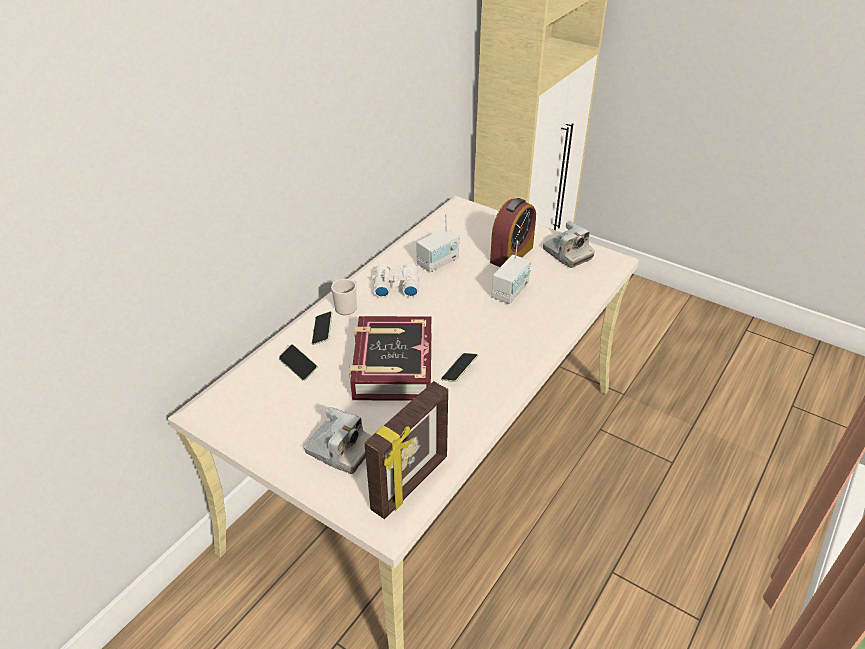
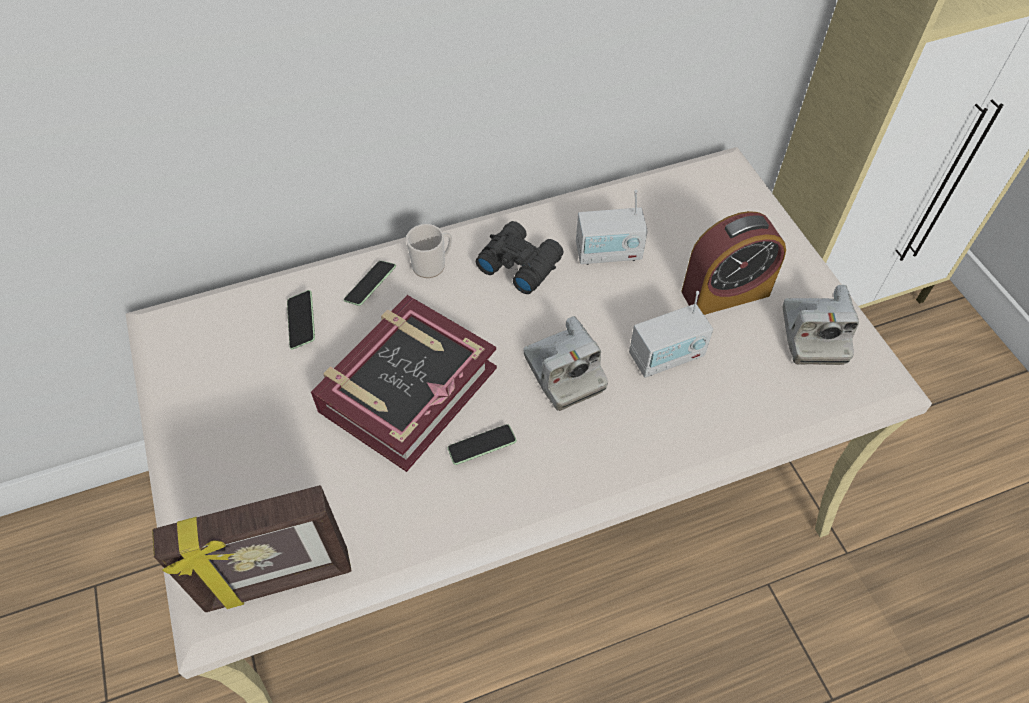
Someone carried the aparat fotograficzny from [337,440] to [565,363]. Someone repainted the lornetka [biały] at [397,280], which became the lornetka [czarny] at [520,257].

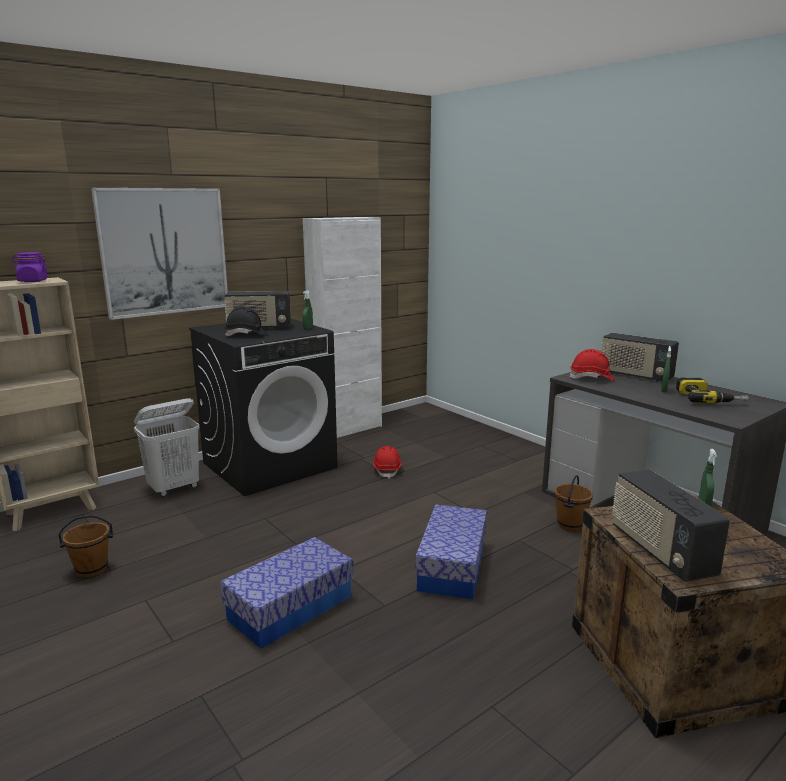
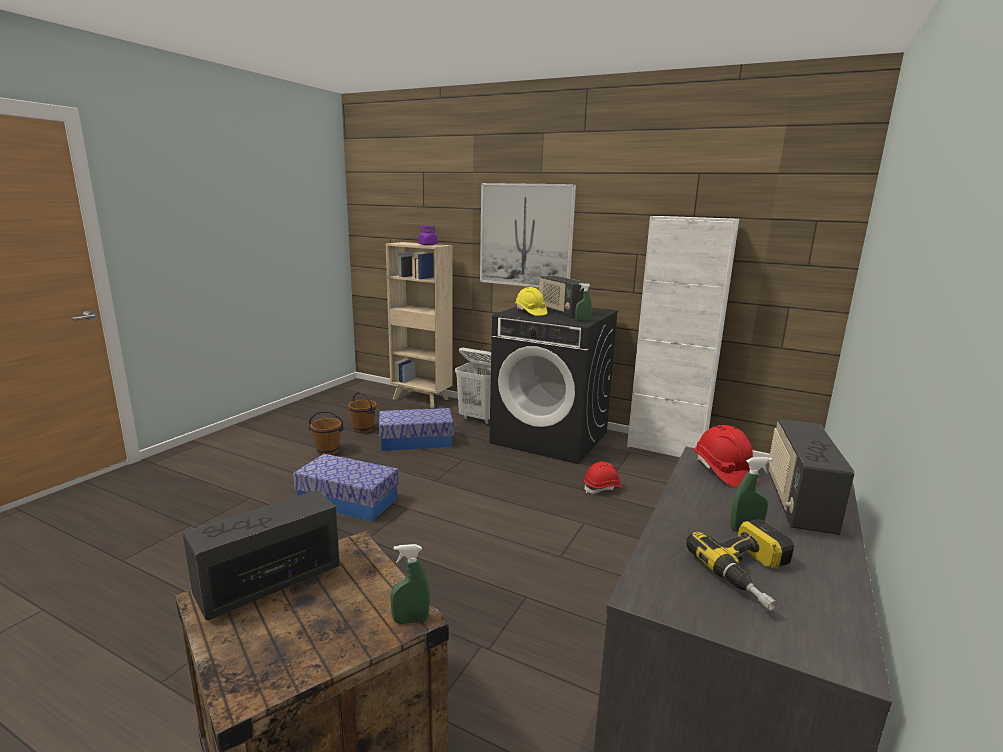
Someone repainted the kask [czarny] at [246,321], which became the kask [żółty] at [531,301]. Someone carried the pojemnik do przechowywania from [451,551] to [416,429]. Someone carried the wiadro [brązowy] from [573,503] to [326,433].

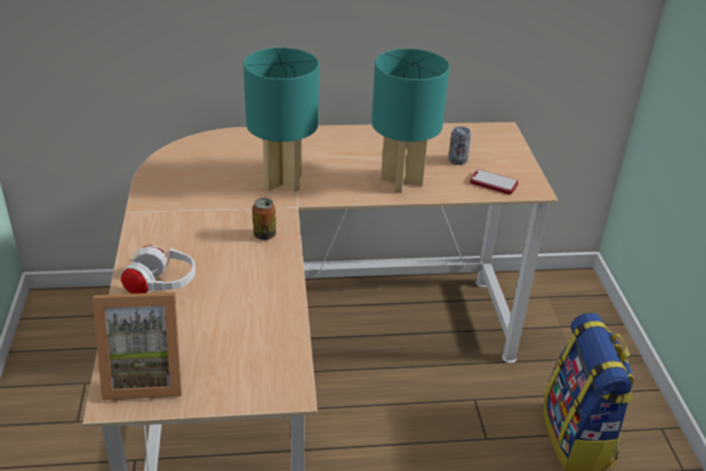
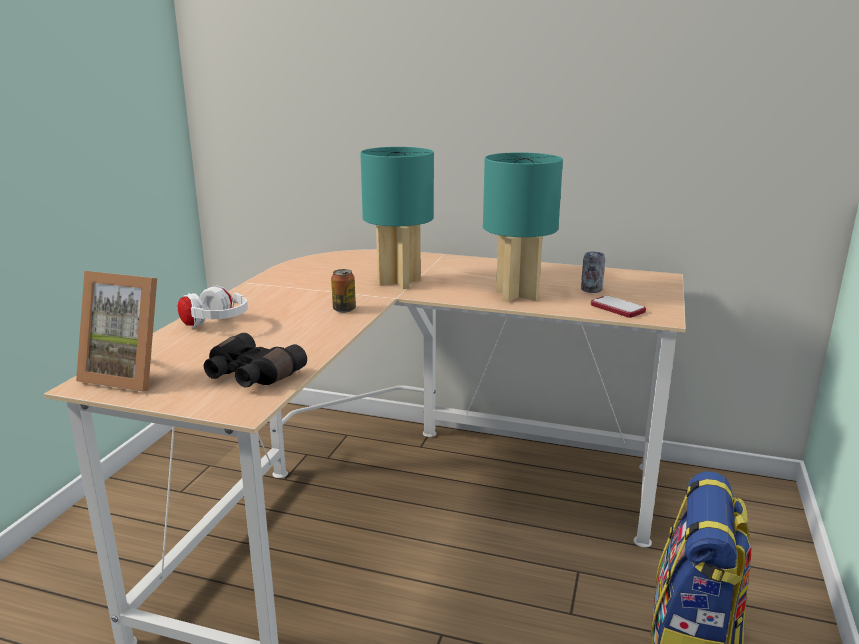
Someone put down the lornetka [czarny] at [255,360].

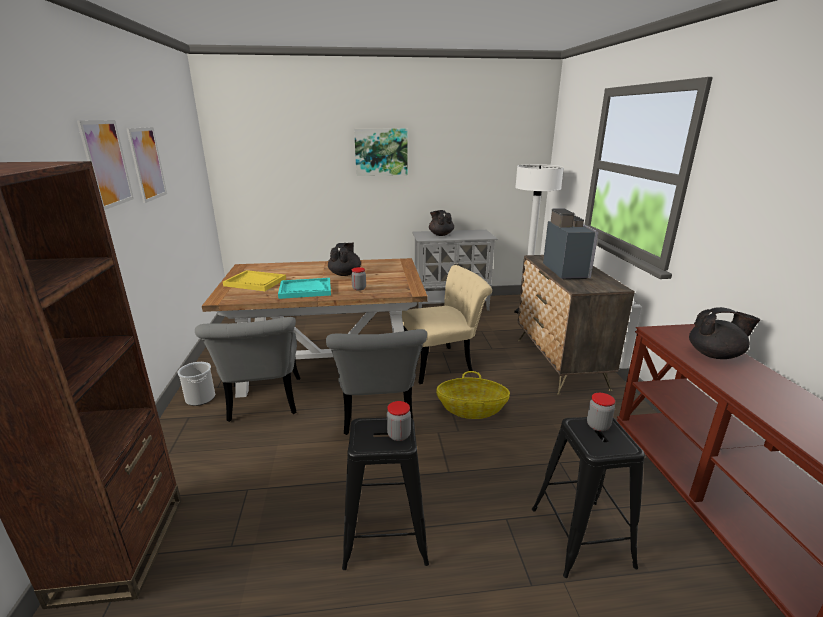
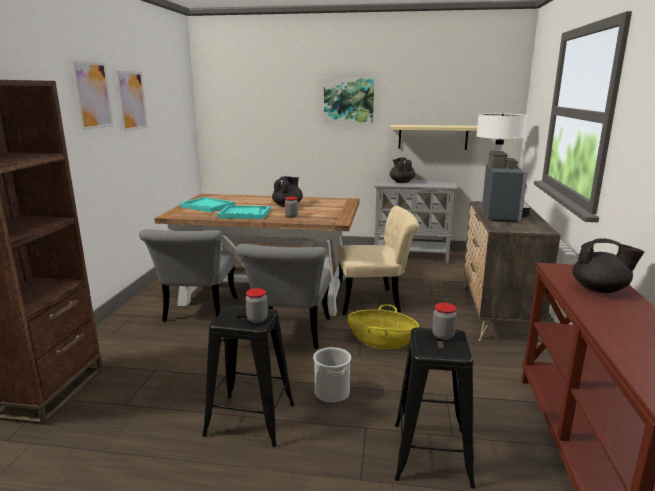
Someone carried the wiadro from [196,384] to [332,375]. Someone repainted the taca [żółty] at [254,280], which became the taca [turkusowy] at [207,205]. Someone put up the półka [beżowy] at [433,137].

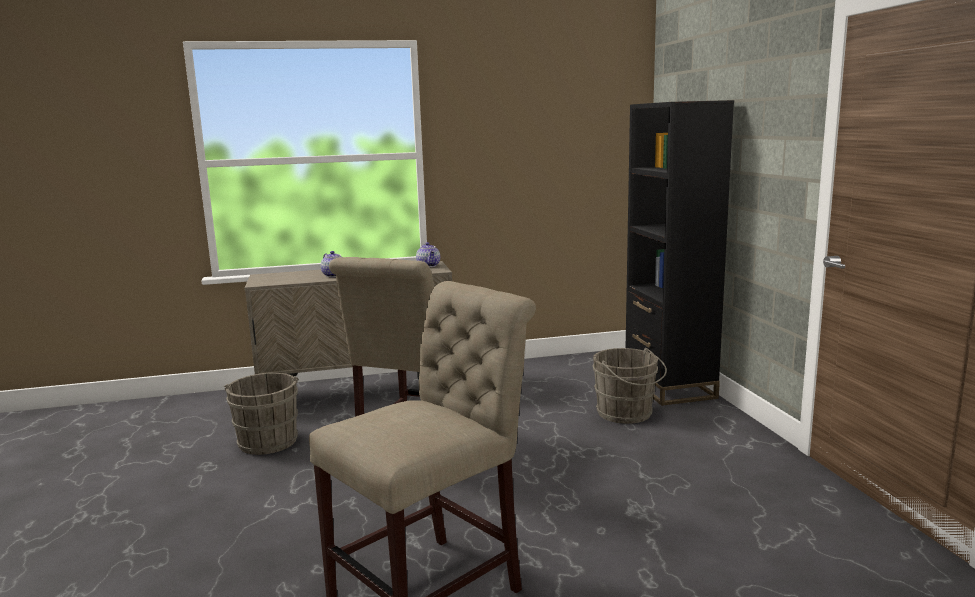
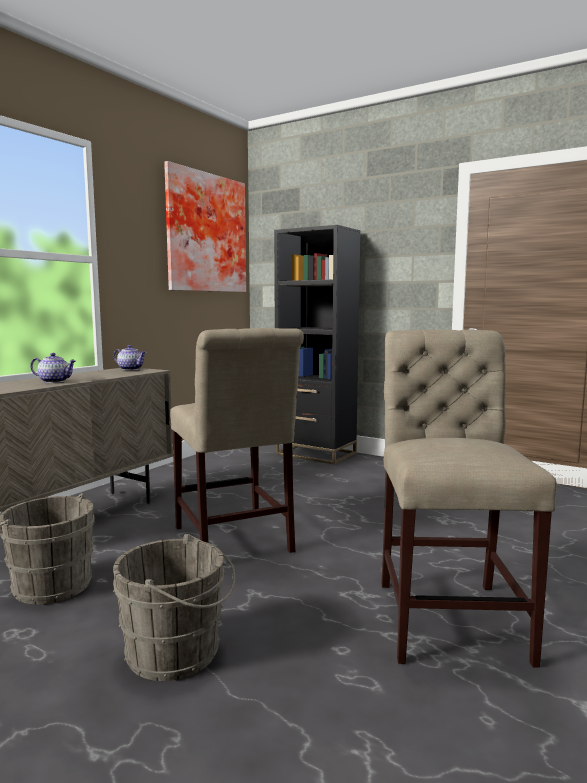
Someone carried the wiadro [szary] from [629,386] to [174,607]. Someone put up the obraz at [205,226].

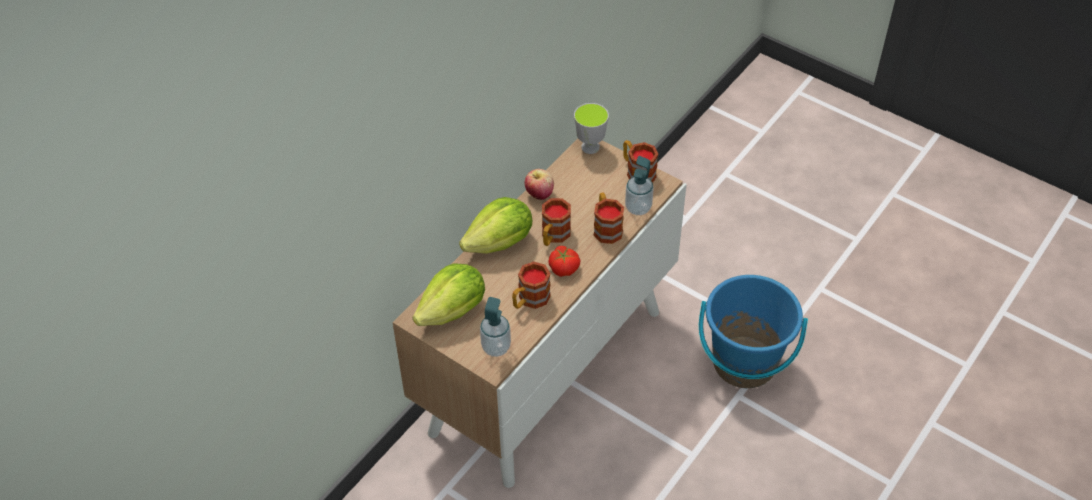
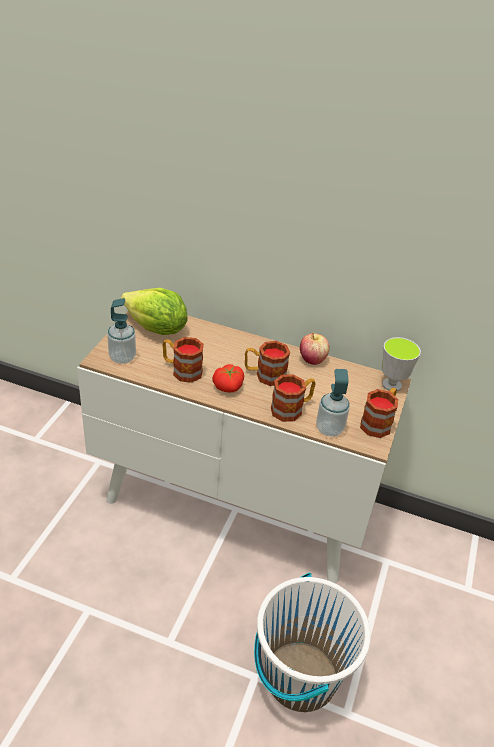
Someone took away the sałata at [495,225]. Someone repainted the wiadro [niebieski] at [753,331], which became the wiadro [biały] at [312,642].

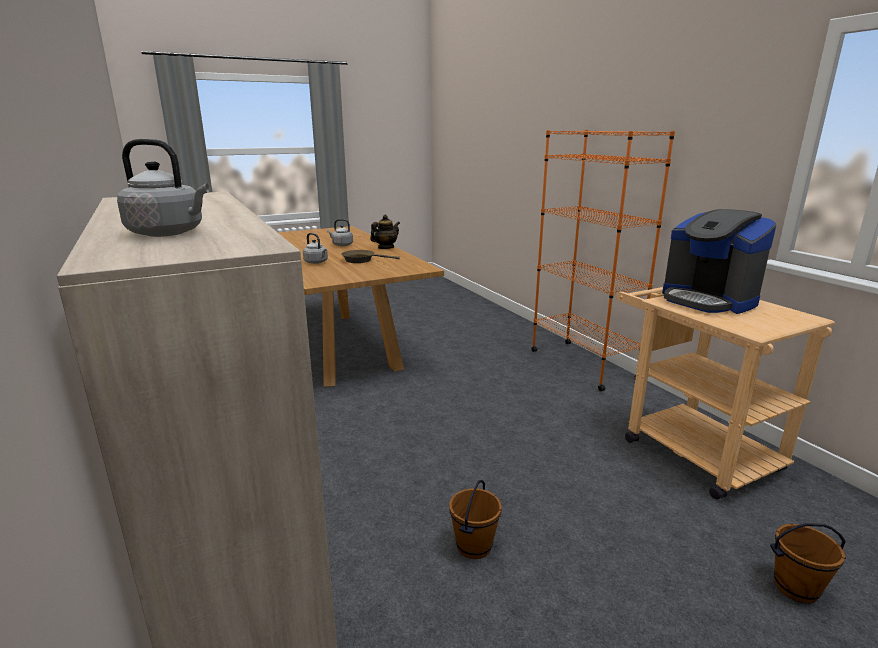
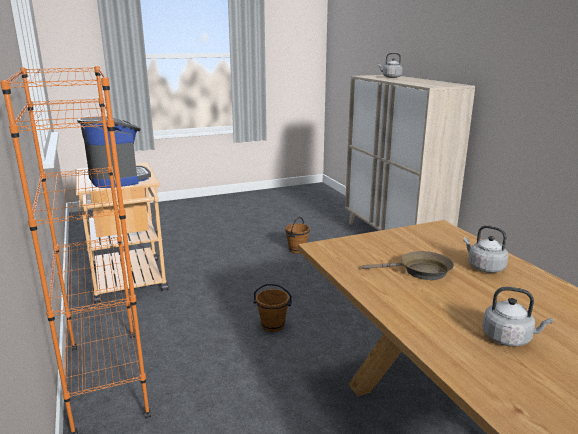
Someone took away the imbryk at [385,232]. Someone carried the wiadro [brązowy] from [808,563] to [273,308].

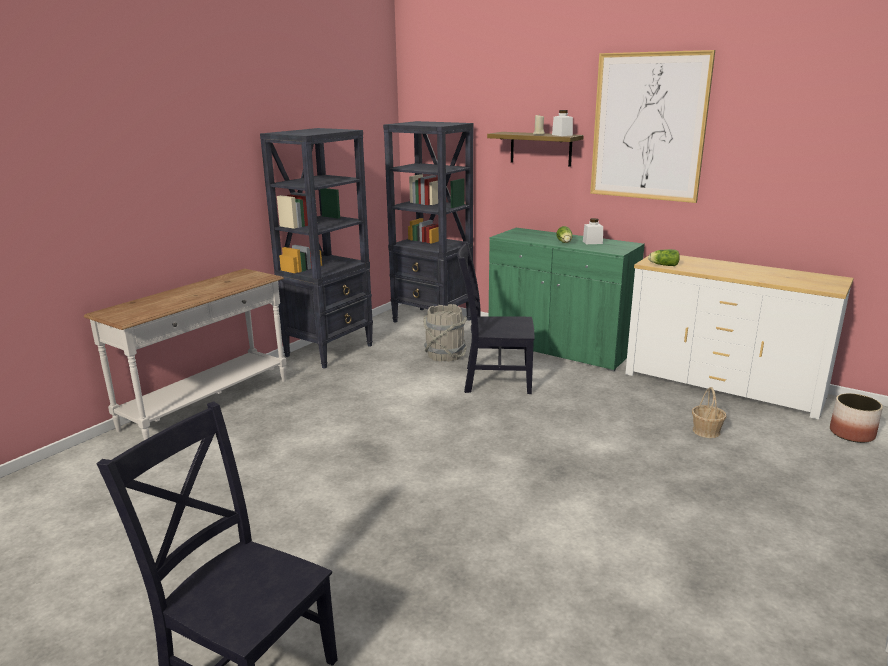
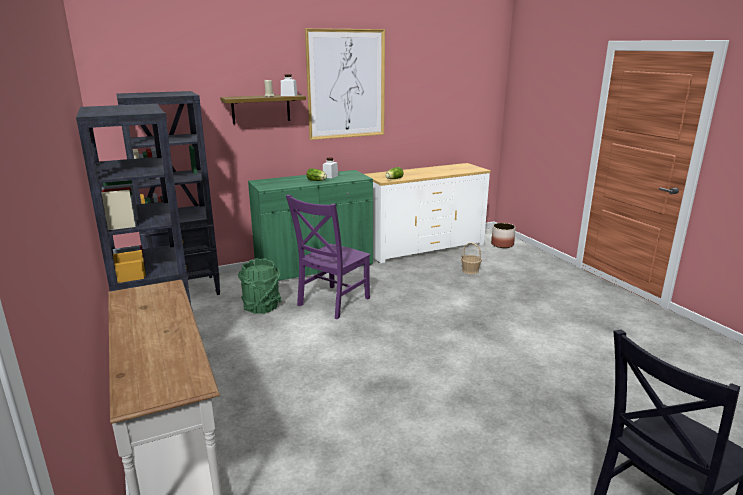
Someone repainted the wiadro [szary] at [445,333], which became the wiadro [zielony] at [259,286]. Someone repainted the krzesło [czarny] at [495,317], which became the krzesło [fioletowy] at [328,257].

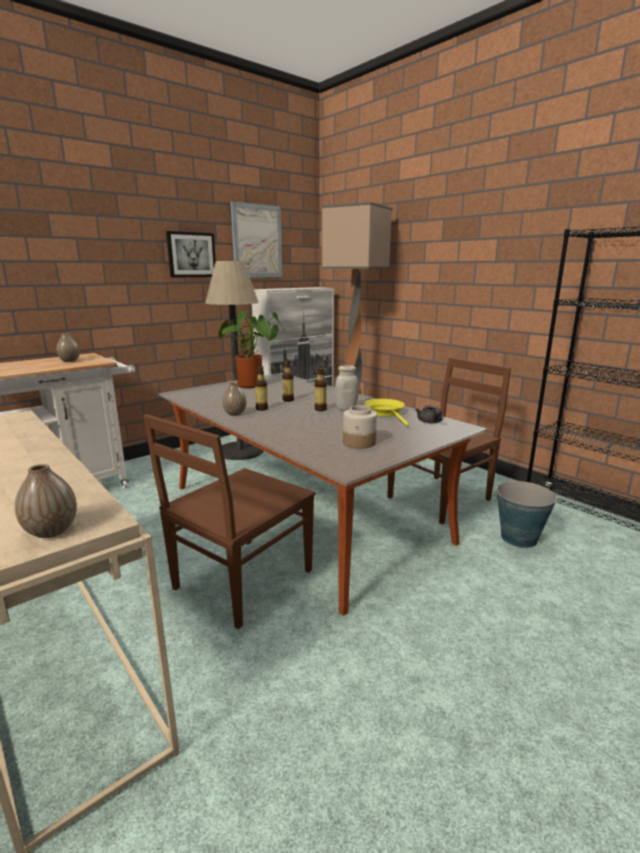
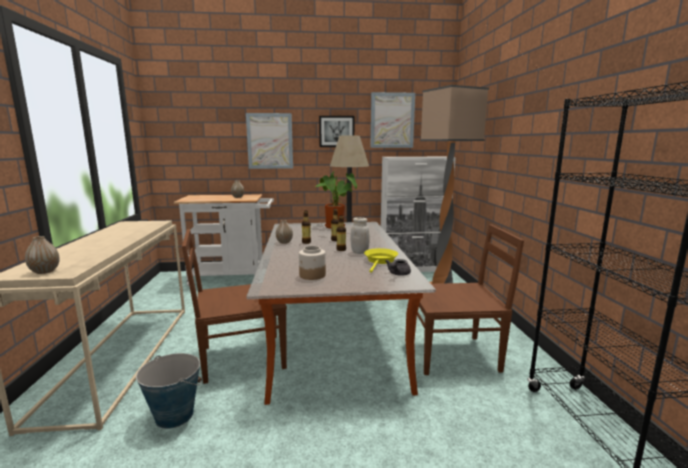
Someone carried the wiadro from [525,514] to [169,391]. Someone put up the obraz at [269,141].

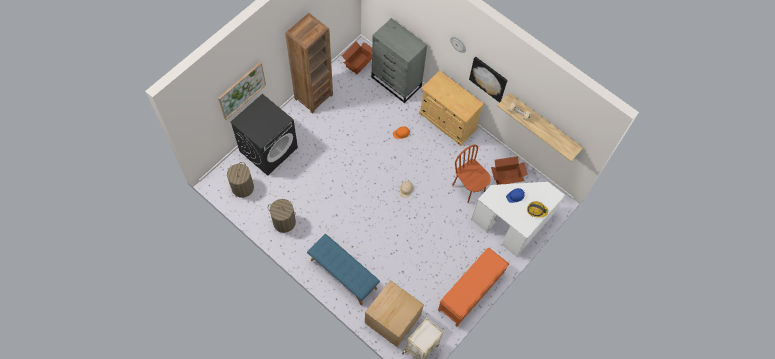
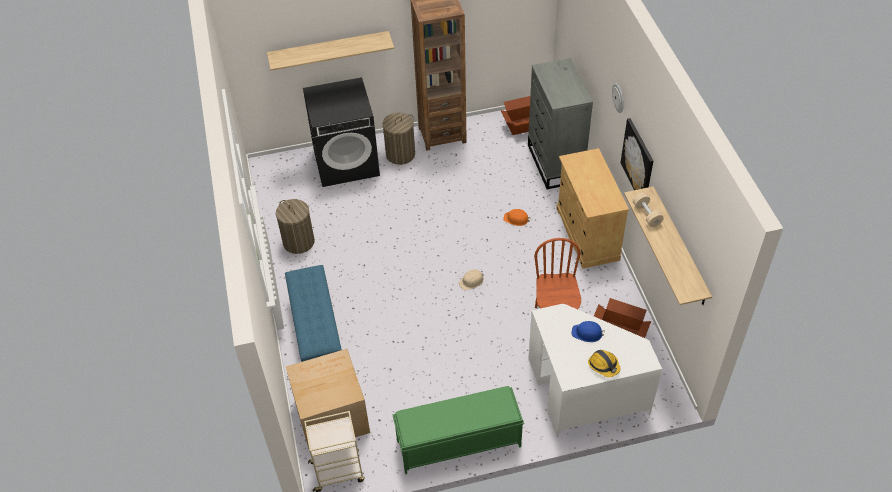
Someone swapped the obraz at [242,91] for the półka at [330,51]. Someone carried the kosz na pranie from [240,180] to [399,139]. Someone repainted the ławka [pomarańczowy] at [473,287], which became the ławka [zielony] at [458,430].

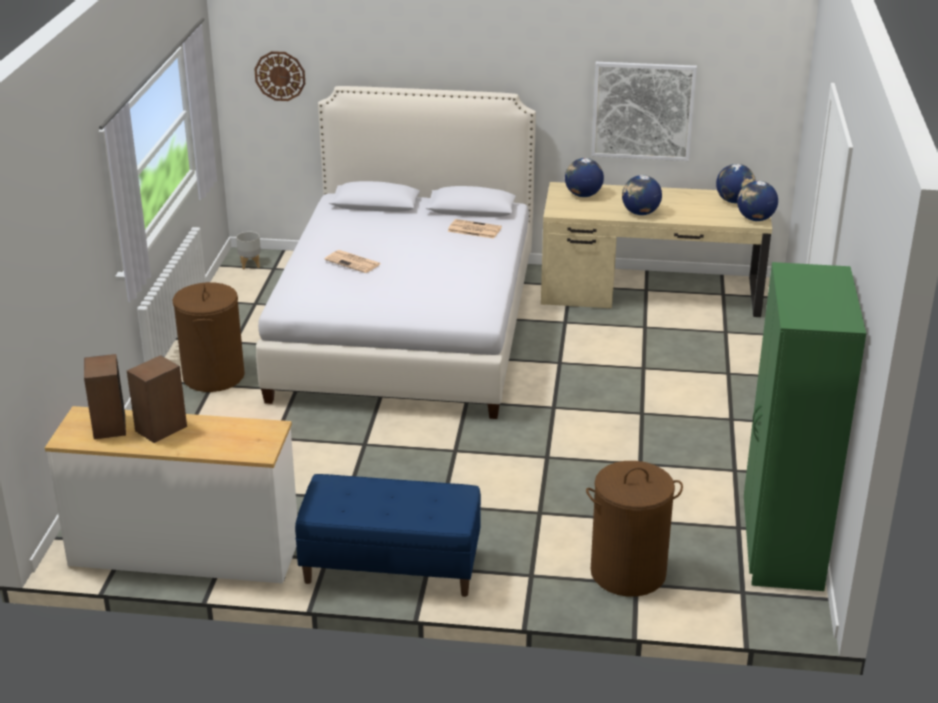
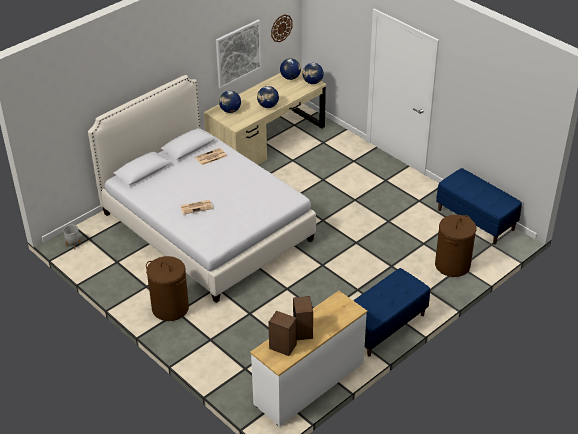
Someone carried the zegar ścienny from [279,76] to [281,28]. Someone swapped the szafa [zielony] at [805,426] for the ławka [niebieski] at [479,206].

